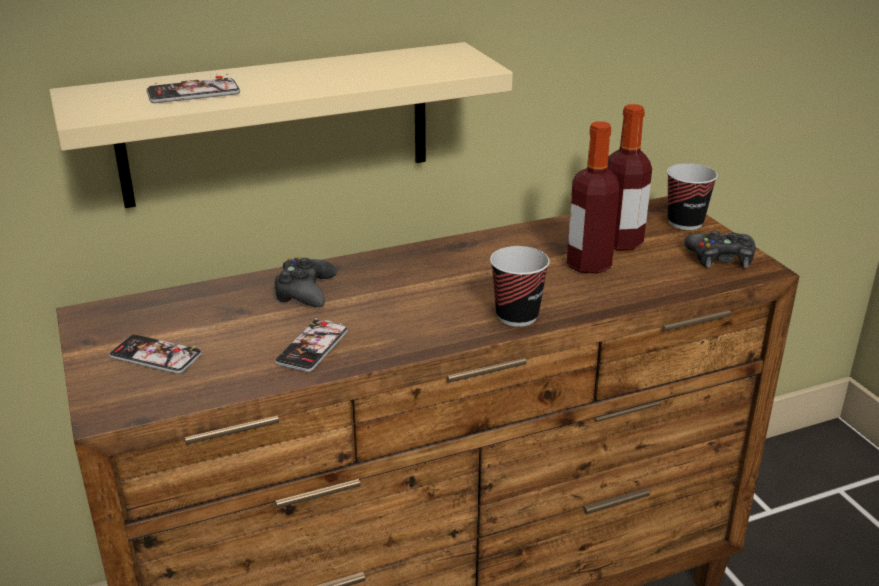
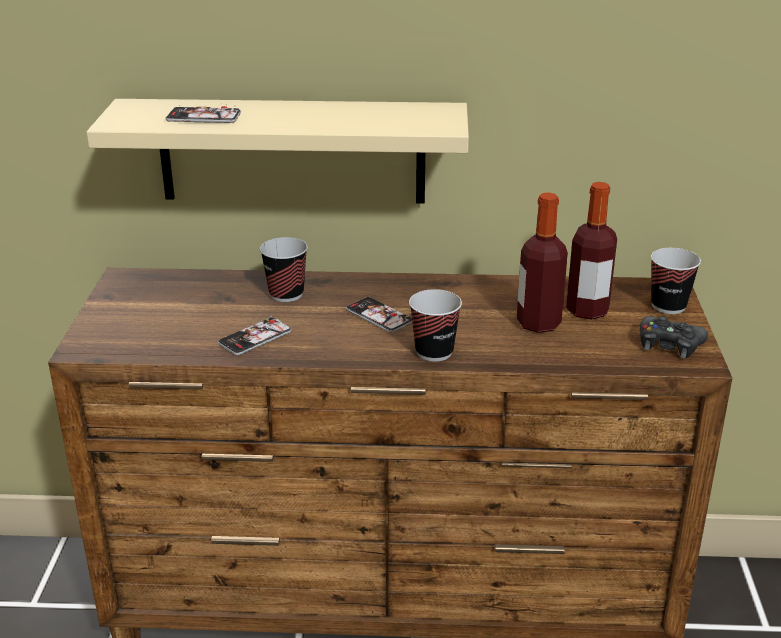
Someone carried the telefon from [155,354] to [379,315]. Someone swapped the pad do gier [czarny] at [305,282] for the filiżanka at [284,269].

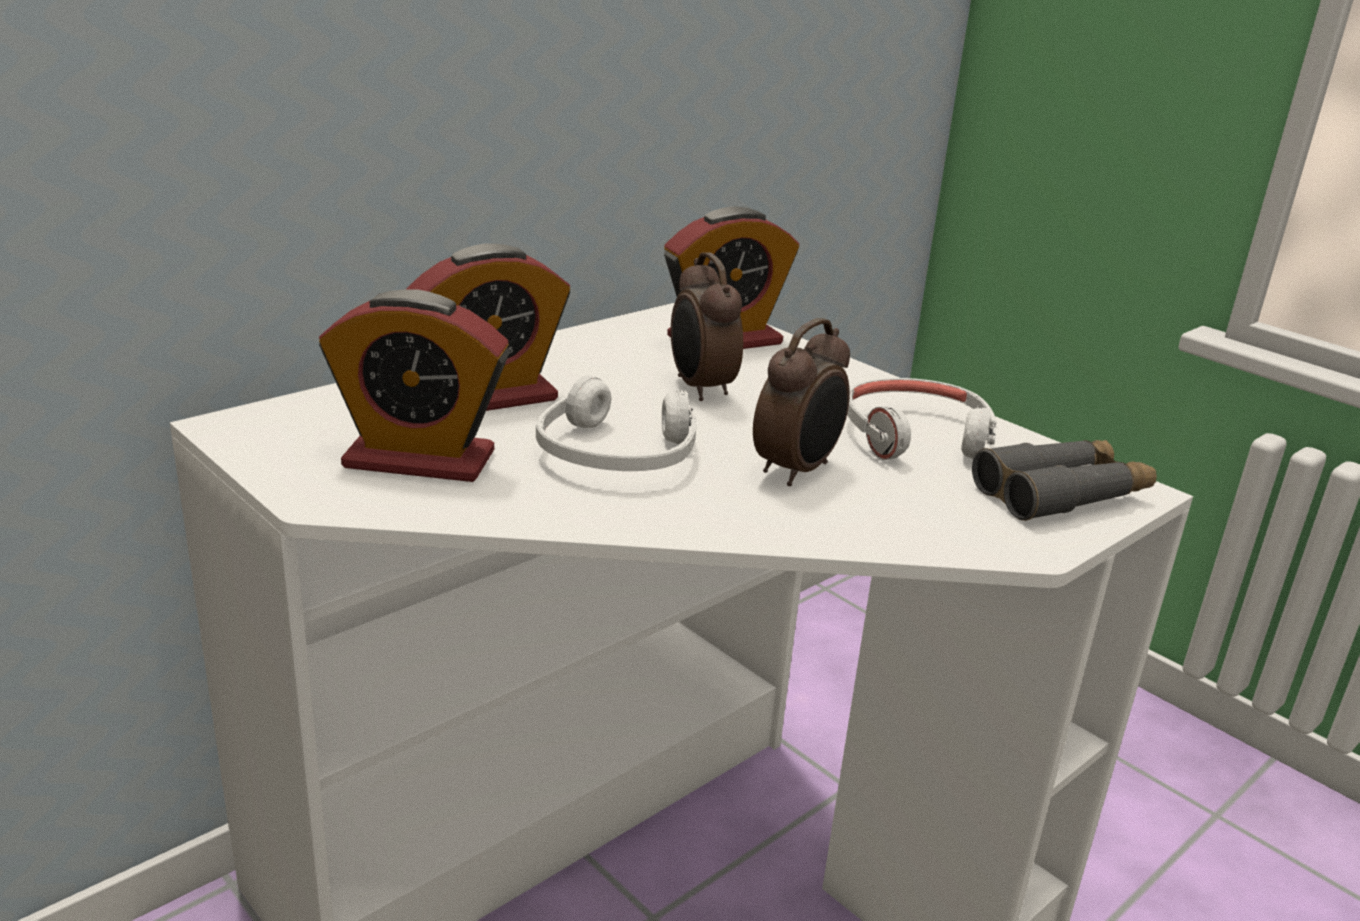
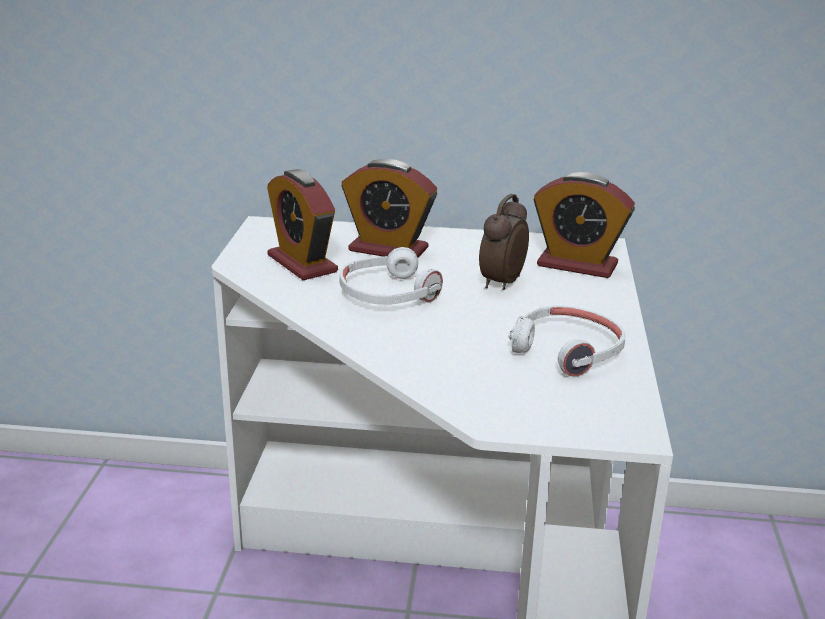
Someone took away the budzik at [801,402]. Someone took away the lornetka [szary] at [1064,480].

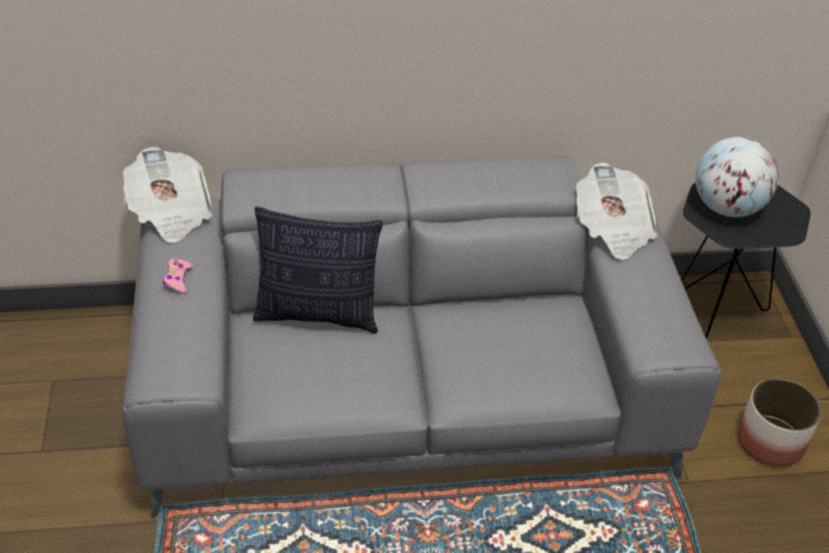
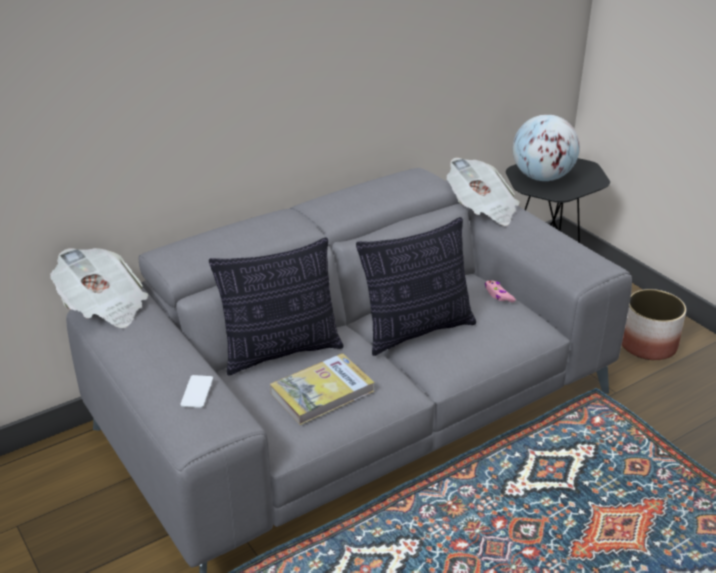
Someone carried the pad do gier [różowy] from [178,276] to [500,291]. Someone put down the telefon at [196,391]. Someone put down the książka at [322,389]. Someone put down the poduszka at [416,286].

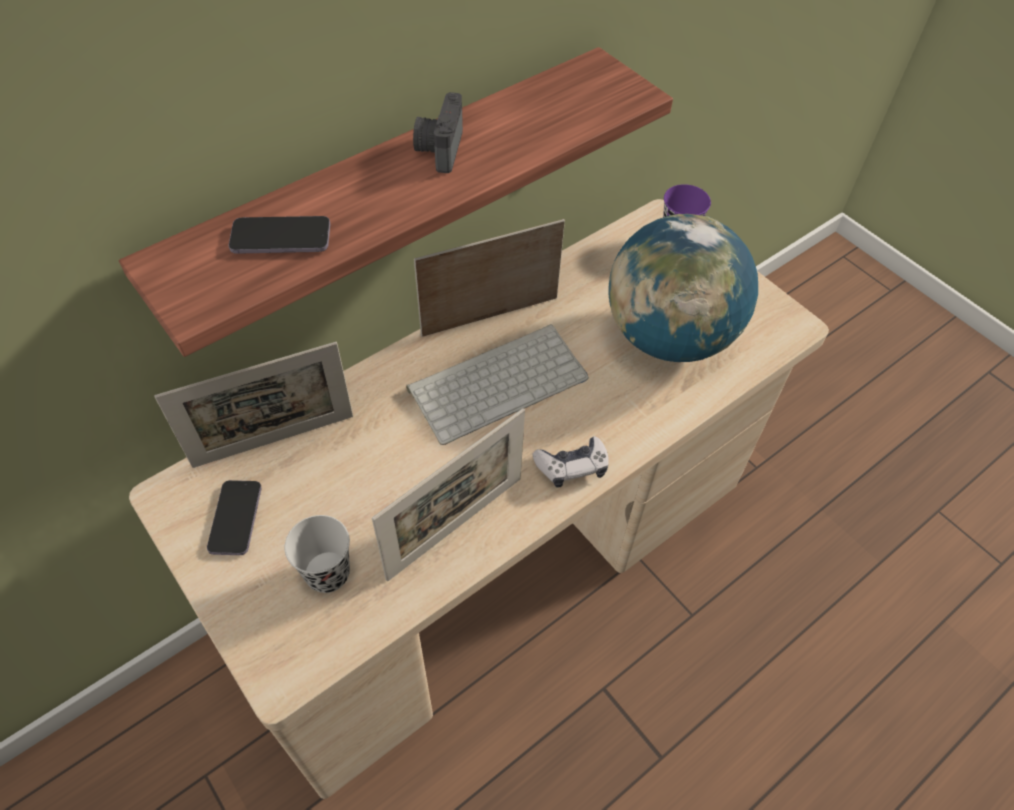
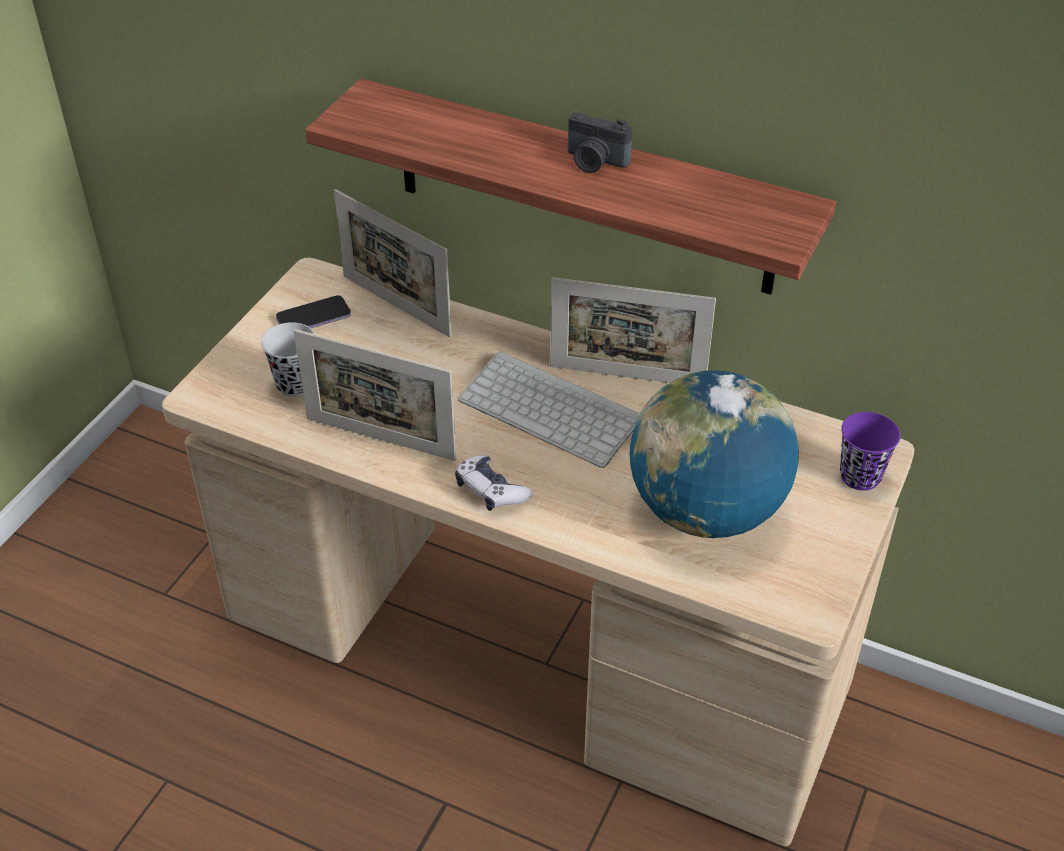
Someone took away the telefon at [279,235]. Someone rotated the aparat fotograficzny at [438,132] by 135 degrees counterclockwise. Someone rotated the ramka na zdjęcie at [489,278] by 150 degrees clockwise.

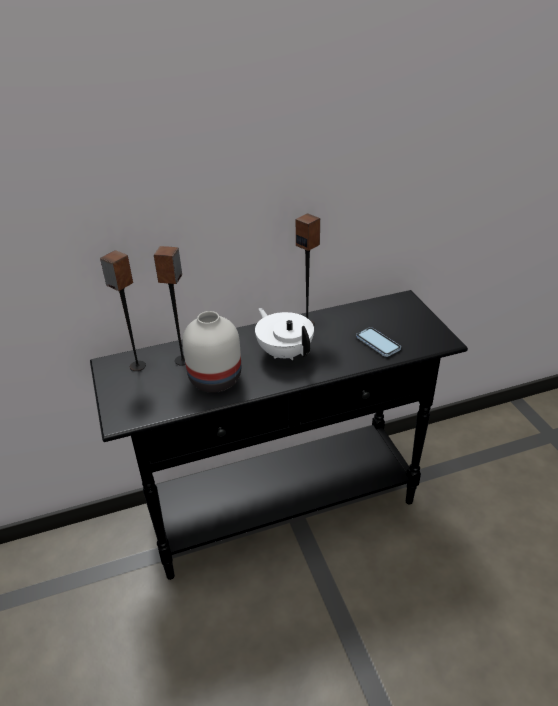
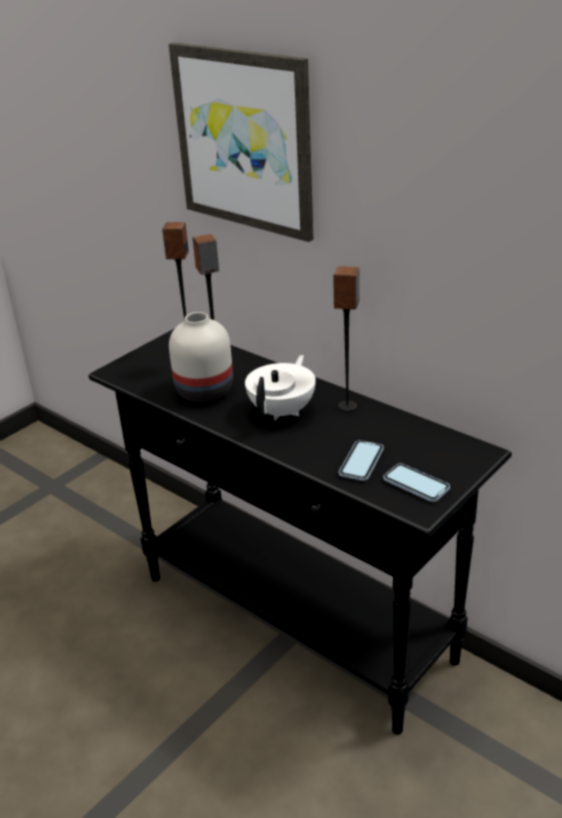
Someone put up the obraz at [241,142]. Someone put down the telefon at [416,482].

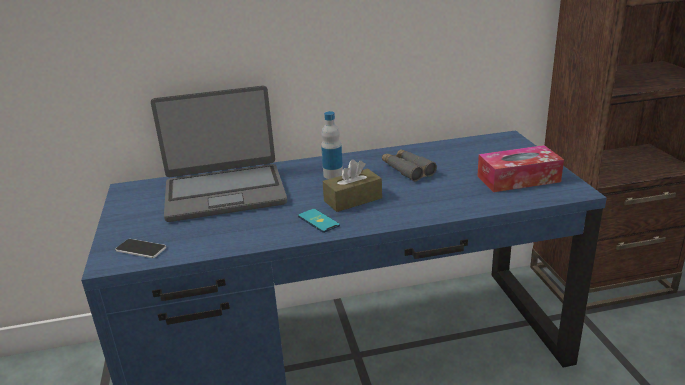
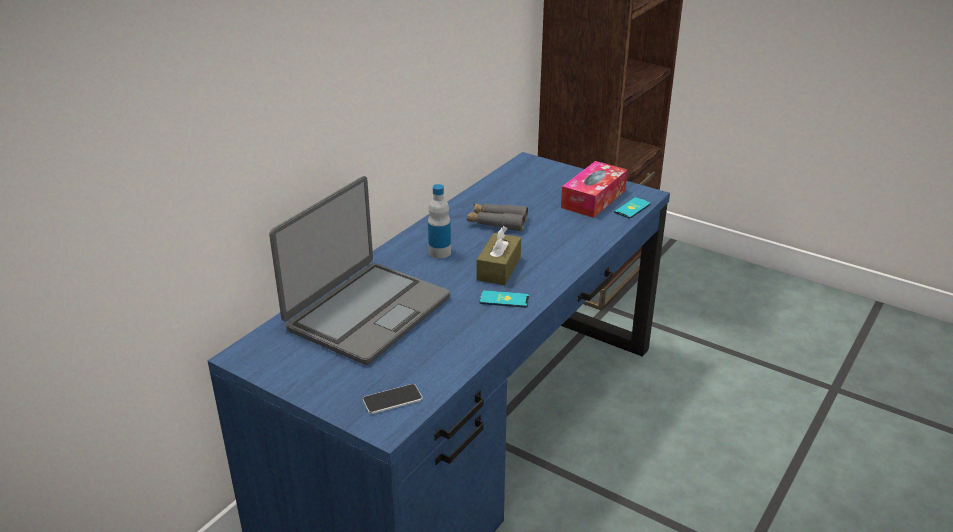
Someone put down the telefon at [632,208].

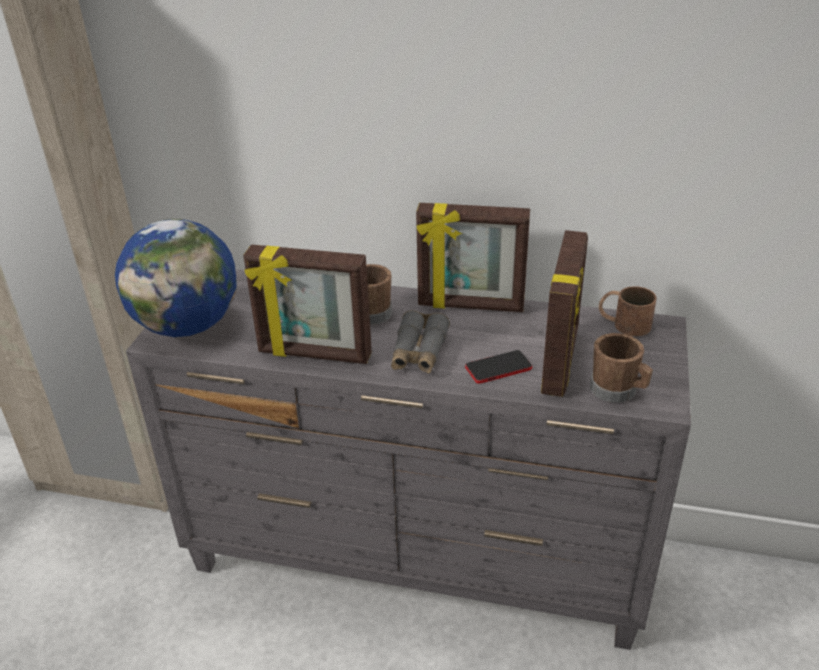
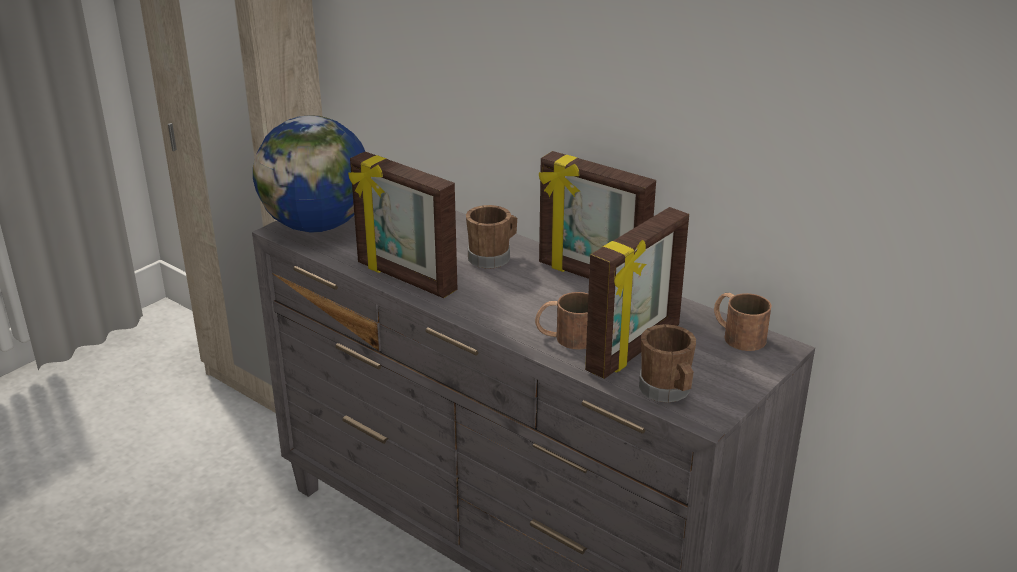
Someone took away the lornetka [szary] at [420,342]. Someone swapped the telefon at [498,367] for the kubek [brązowy] at [561,321].

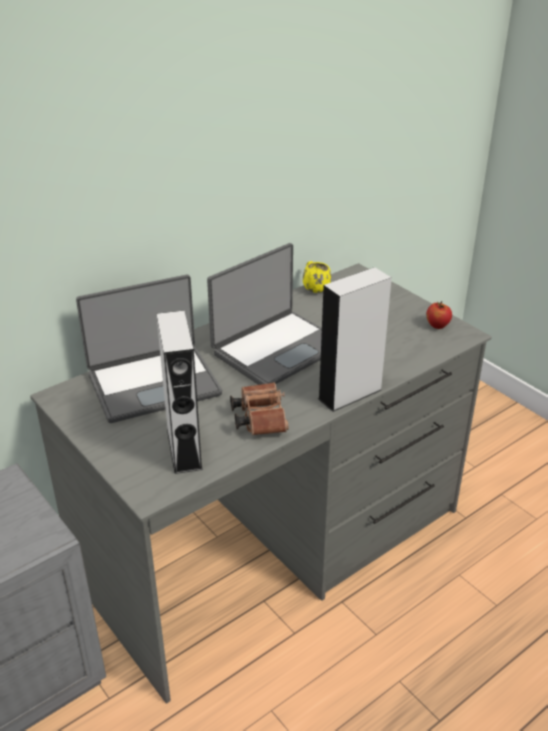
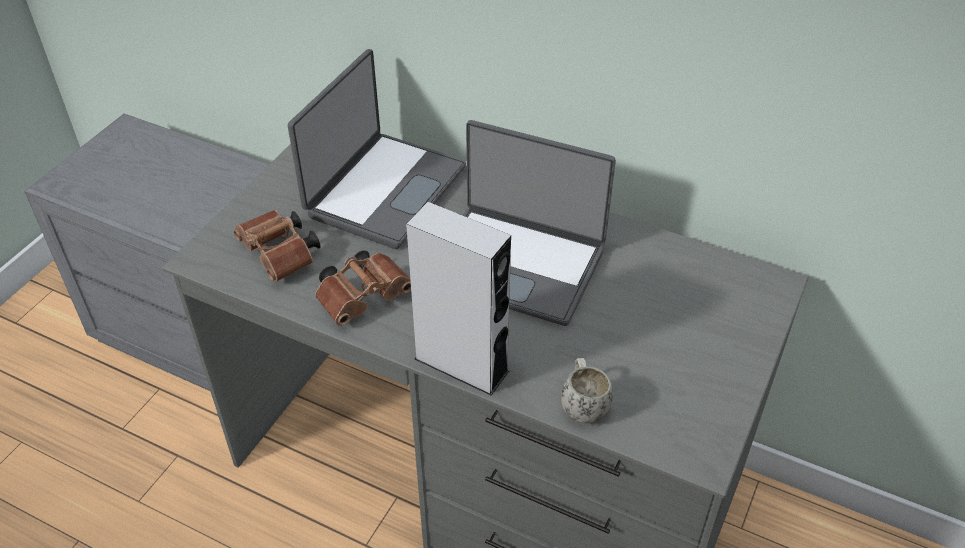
Someone rotated the laptop at [149,349] by 105 degrees counterclockwise. Someone swapped the głośnik [szary] at [179,392] for the lornetka [brązowy] at [277,246]. Someone took away the kubek [żółty] at [317,277]. Someone took away the jabłko at [439,315]. Someone put down the kubek [biały] at [587,390].

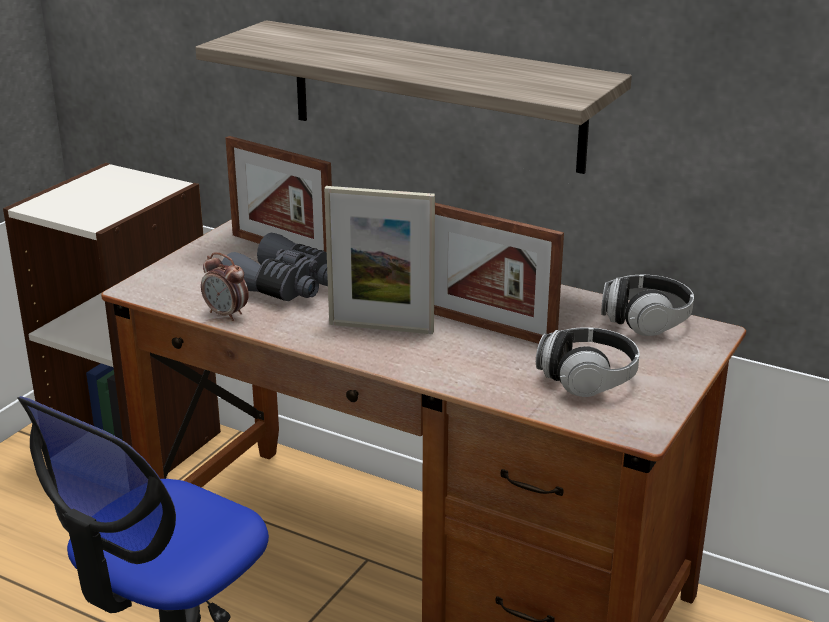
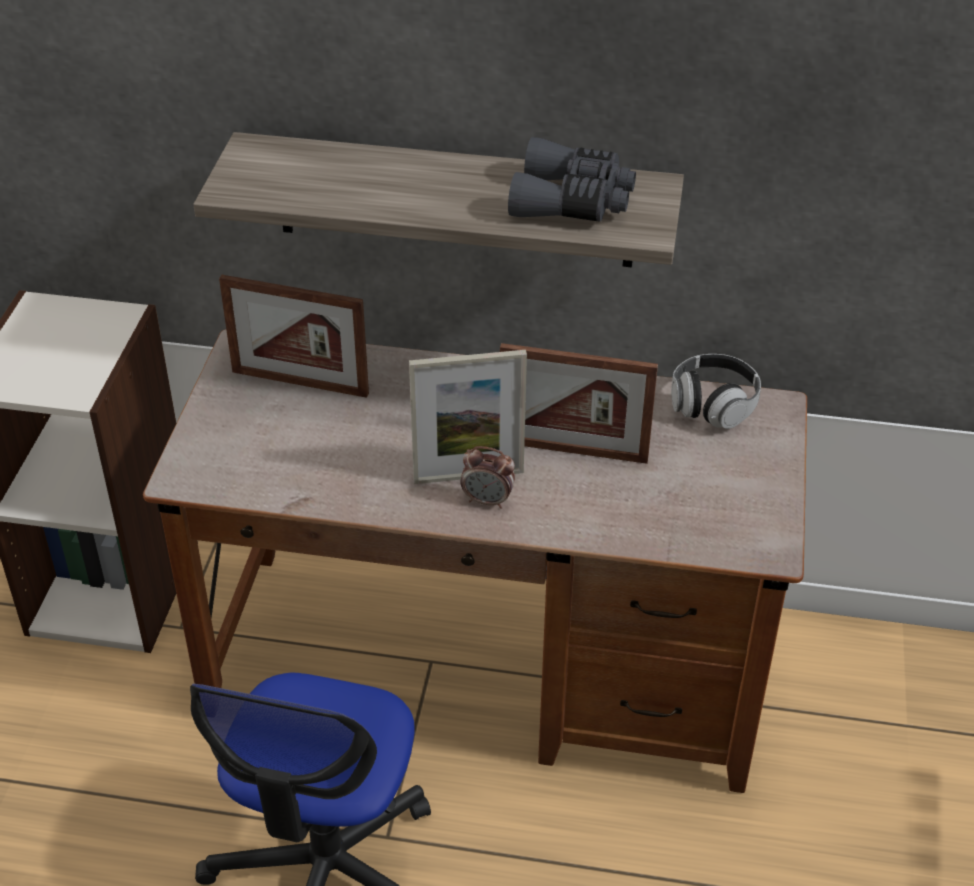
Someone carried the budzik from [225,286] to [488,477]. Someone carried the lornetka [szary] from [275,267] to [572,179]. Someone took away the słuchawki at [587,362].

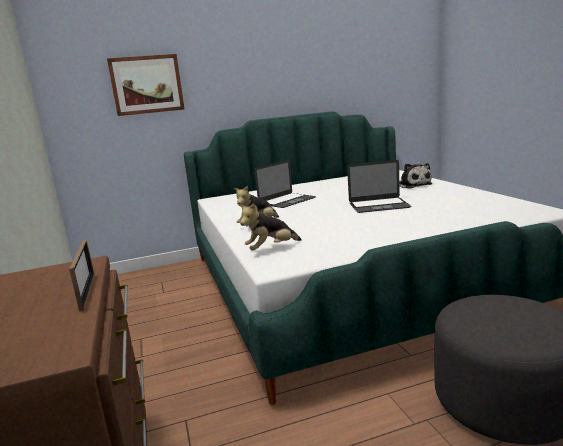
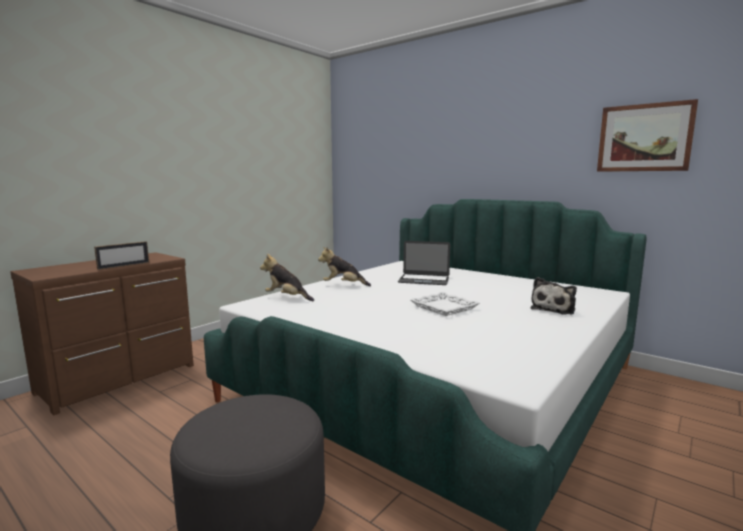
Someone carried the obraz from [146,85] to [647,135]. Someone swapped the laptop at [379,186] for the taca [biały] at [445,304].

